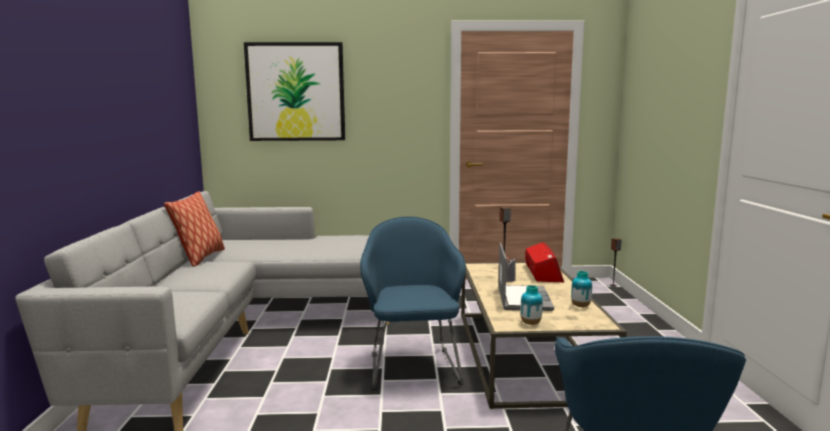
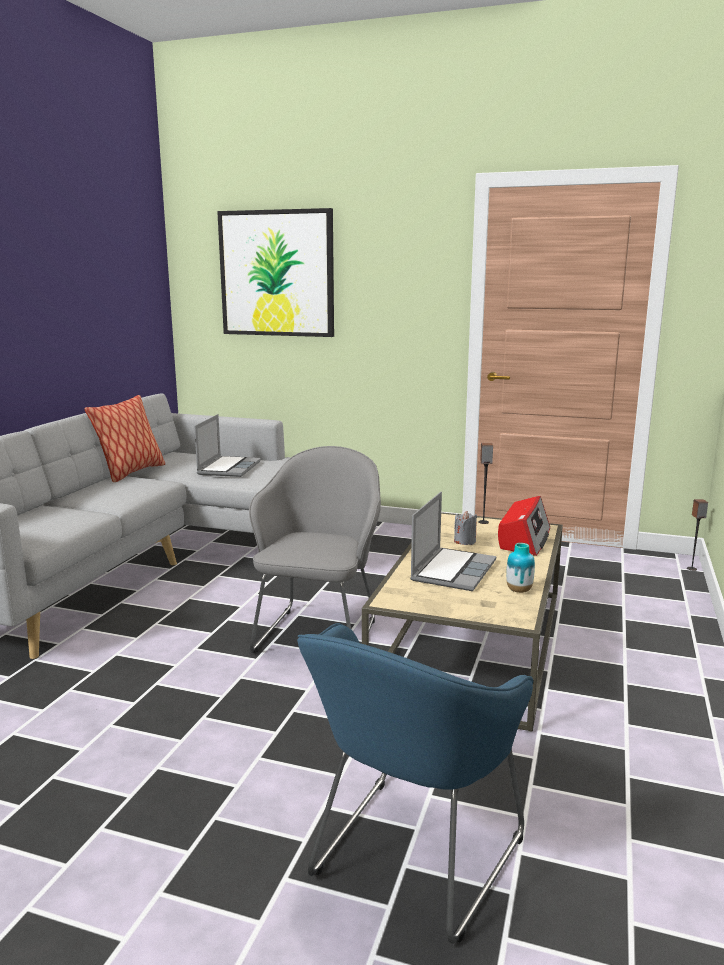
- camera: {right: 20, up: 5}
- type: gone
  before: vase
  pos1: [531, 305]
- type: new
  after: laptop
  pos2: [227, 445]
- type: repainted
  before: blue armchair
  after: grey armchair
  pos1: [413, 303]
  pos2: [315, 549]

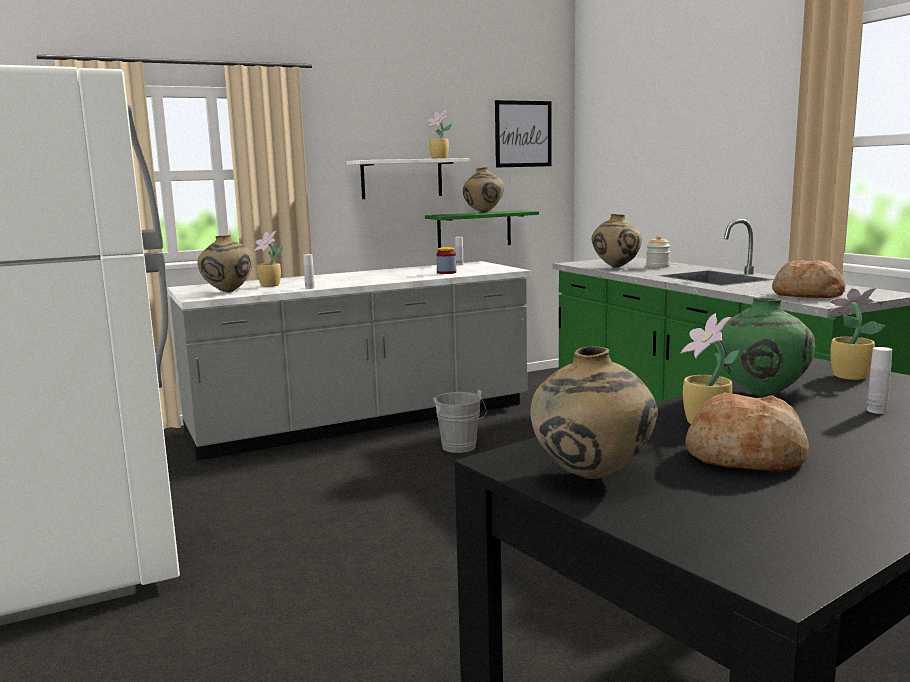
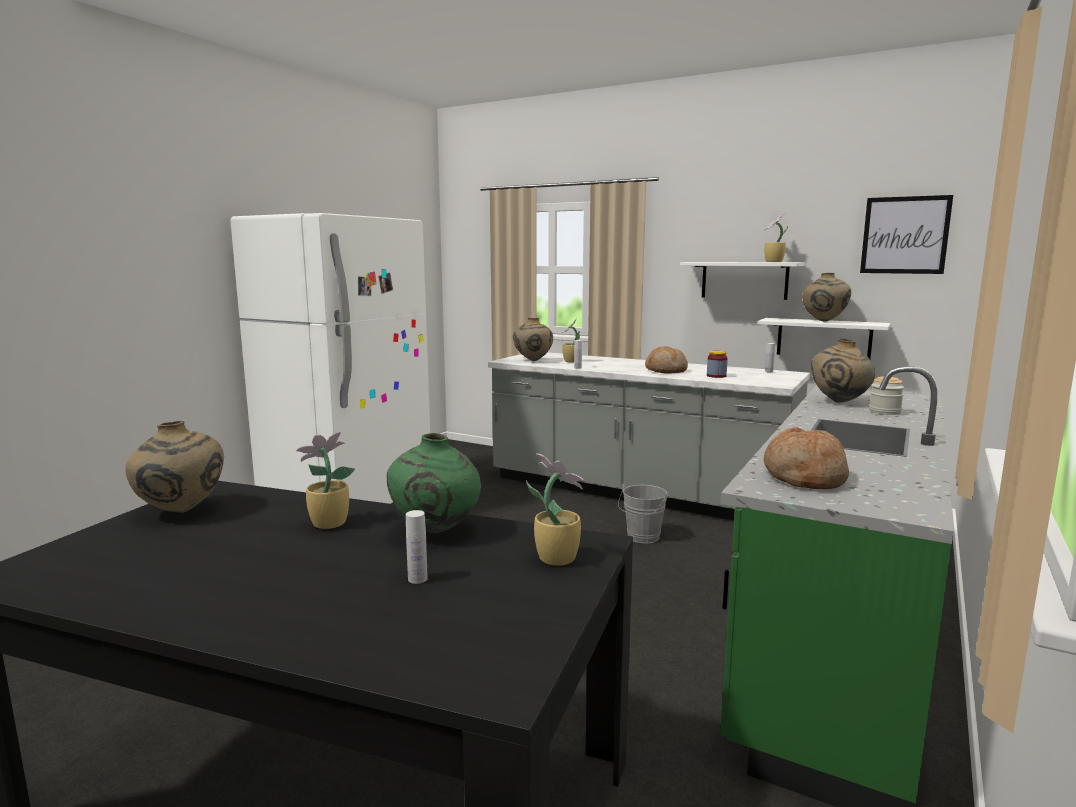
- camera: {right: 55, up: 0}
- type: shifted
  before: bread
  pos1: [747, 432]
  pos2: [666, 360]
- type: repainted
  before: green shelf
  after: white shelf
  pos1: [482, 229]
  pos2: [823, 338]

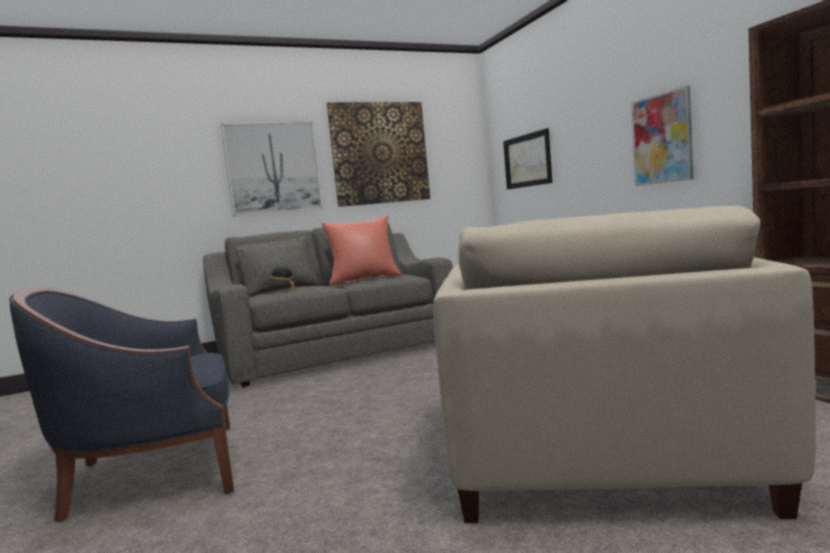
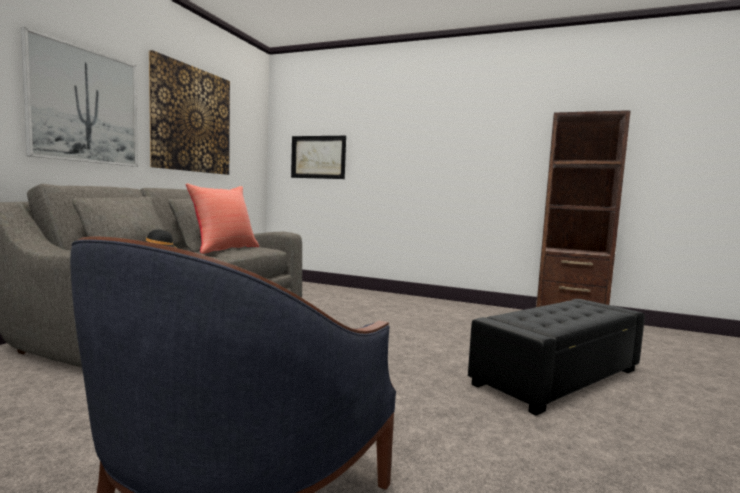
- camera: {right: -45, up: 0}
- type: gone
  before: picture
  pos1: [662, 136]
- type: swapped
  before: beige armchair
  after: black ottoman
  pos1: [624, 364]
  pos2: [556, 357]

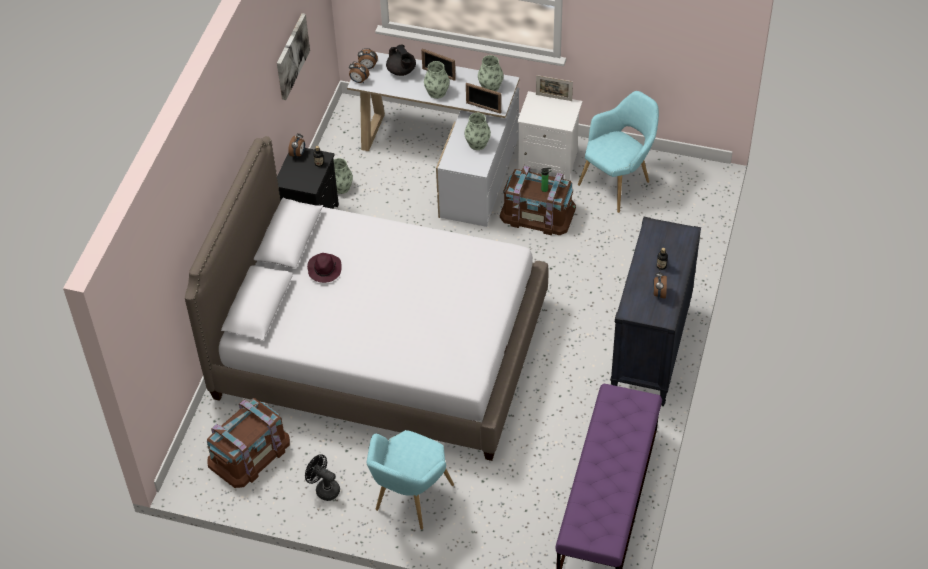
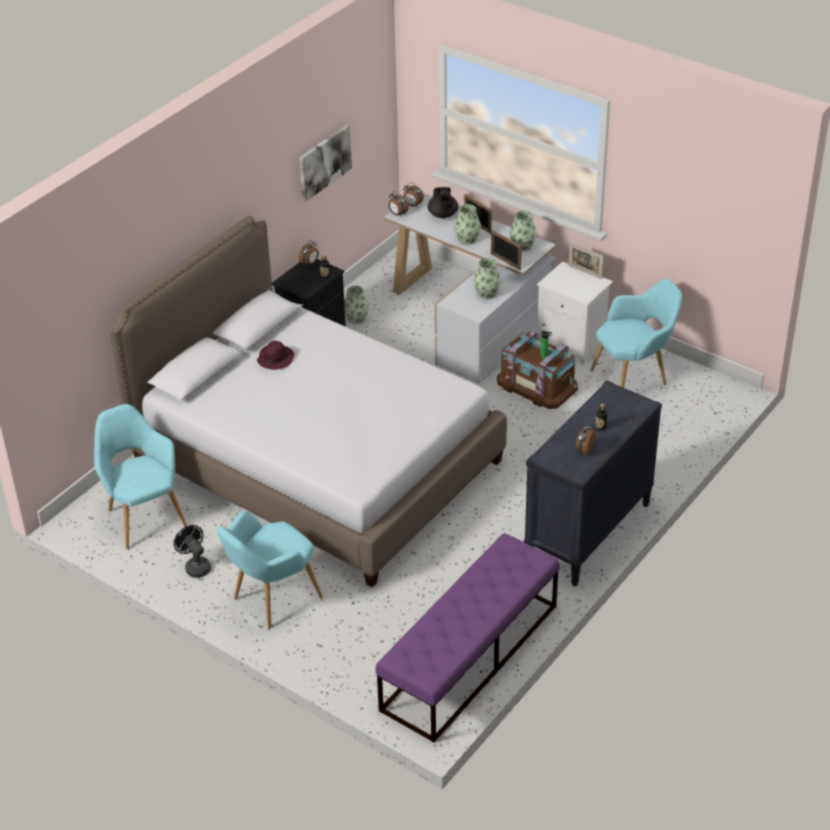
- camera: {right: 20, up: -10}
- type: swapped
  before: brown storage box
  after: turquoise armchair
  pos1: [248, 443]
  pos2: [140, 476]

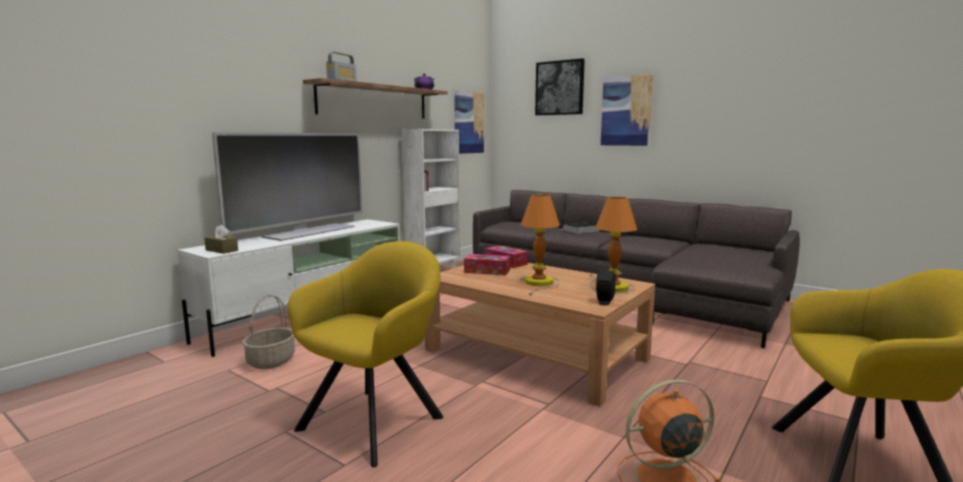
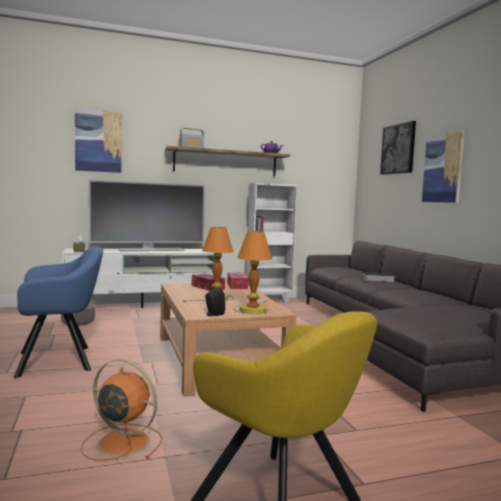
- camera: {right: 35, up: -5}
- type: shifted
  before: picture
  pos1: [469, 122]
  pos2: [99, 140]
- type: repainted
  before: yellow armchair
  after: blue armchair
  pos1: [365, 354]
  pos2: [58, 312]

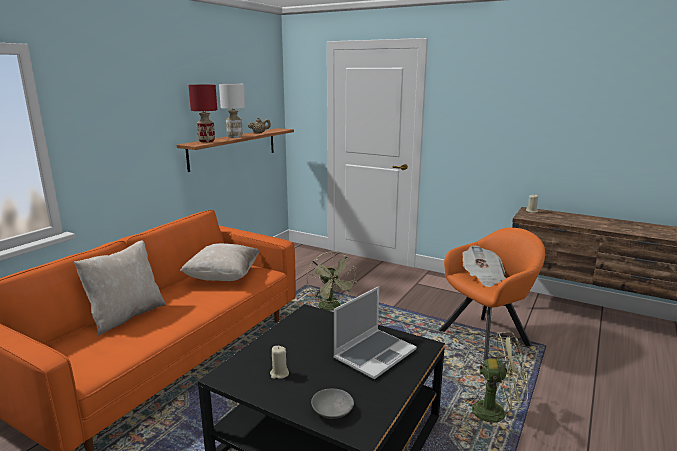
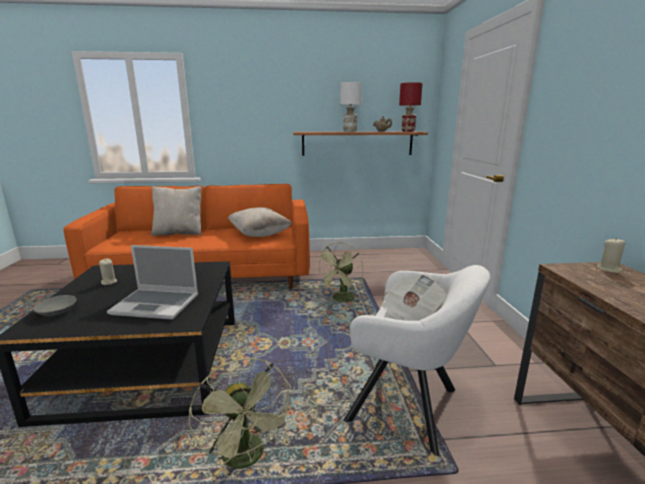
- camera: {right: 55, up: 0}
- type: shifted
  before: red table lamp
  pos1: [202, 113]
  pos2: [410, 107]
- type: repainted
  before: orange armchair
  after: white armchair
  pos1: [492, 294]
  pos2: [417, 360]

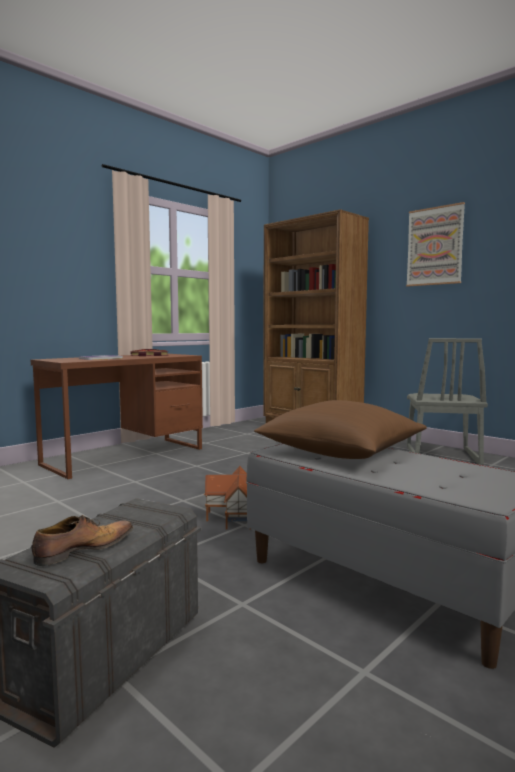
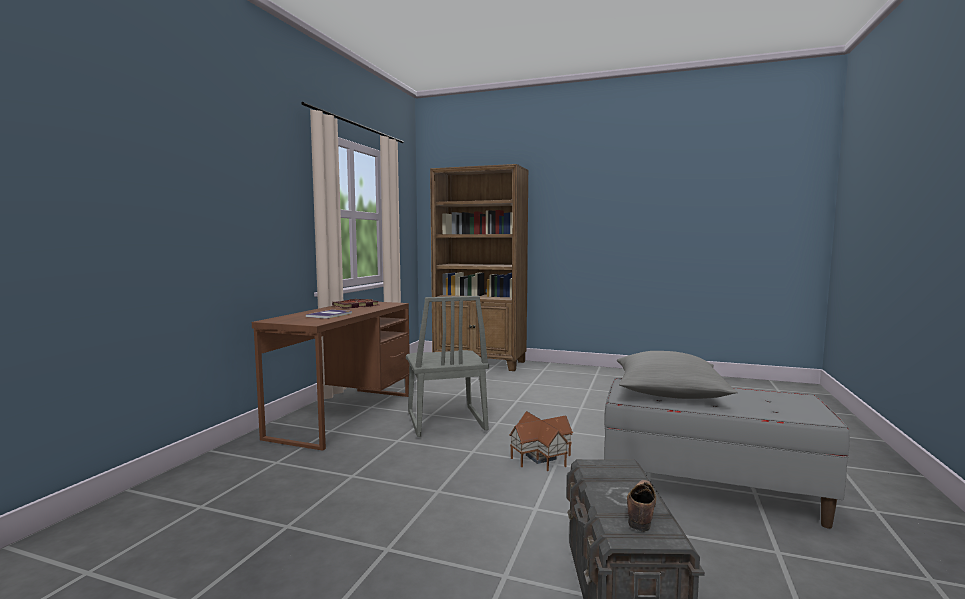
- camera: {right: -25, up: 0}
- type: gone
  before: picture
  pos1: [435, 244]
- type: shifted
  before: grey chair
  pos1: [447, 401]
  pos2: [447, 366]
- type: repainted
  before: brown pillow
  after: grey pillow
  pos1: [340, 429]
  pos2: [677, 375]

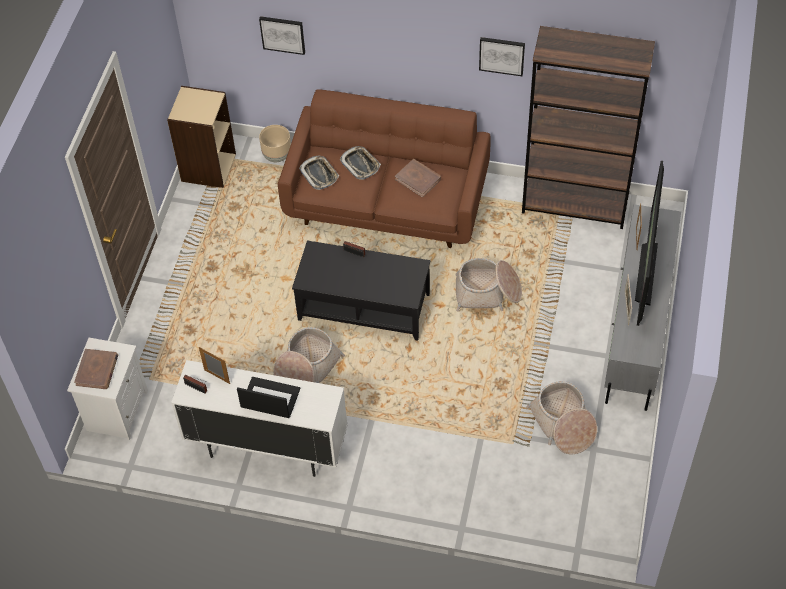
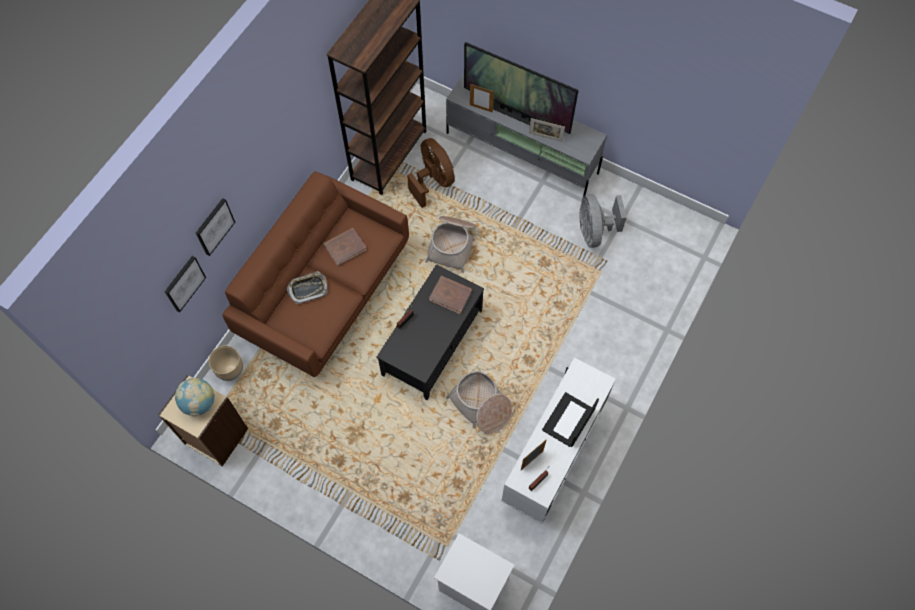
- camera: {right: -75, up: 10}
- type: gone
  before: tray
  pos1: [319, 173]
- type: new
  after: globe
  pos2: [195, 397]
- type: new
  after: brown fan
  pos2: [431, 173]
- type: shifted
  before: brown book
  pos1: [96, 369]
  pos2: [450, 295]
- type: shifted
  before: picture
  pos1: [502, 56]
  pos2: [215, 227]
- type: swapped
  before: basket
  after: grey fan
  pos1: [561, 417]
  pos2: [603, 221]

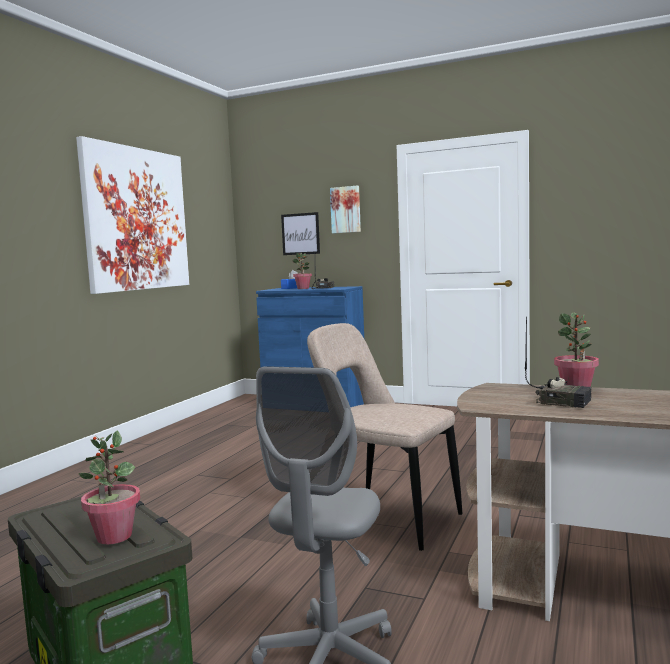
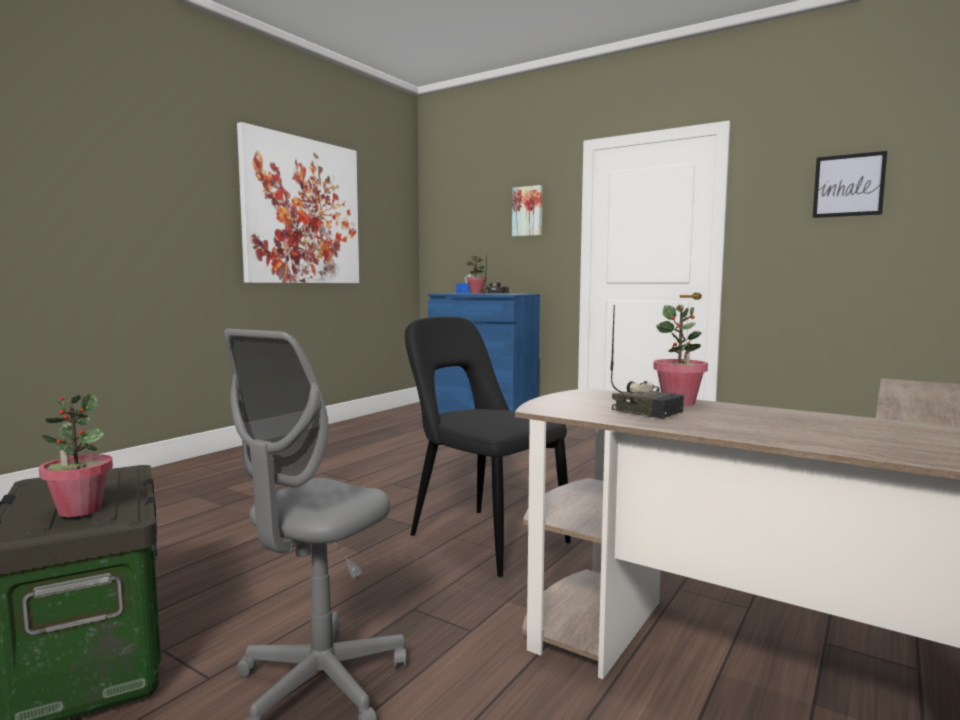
- camera: {right: 10, up: 0}
- type: shifted
  before: picture
  pos1: [300, 233]
  pos2: [850, 184]
- type: repainted
  before: beige chair
  after: black chair
  pos1: [385, 437]
  pos2: [488, 447]

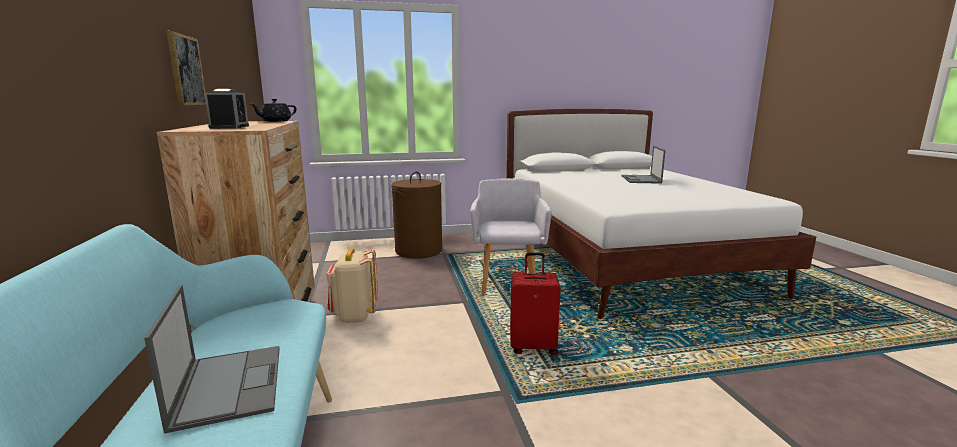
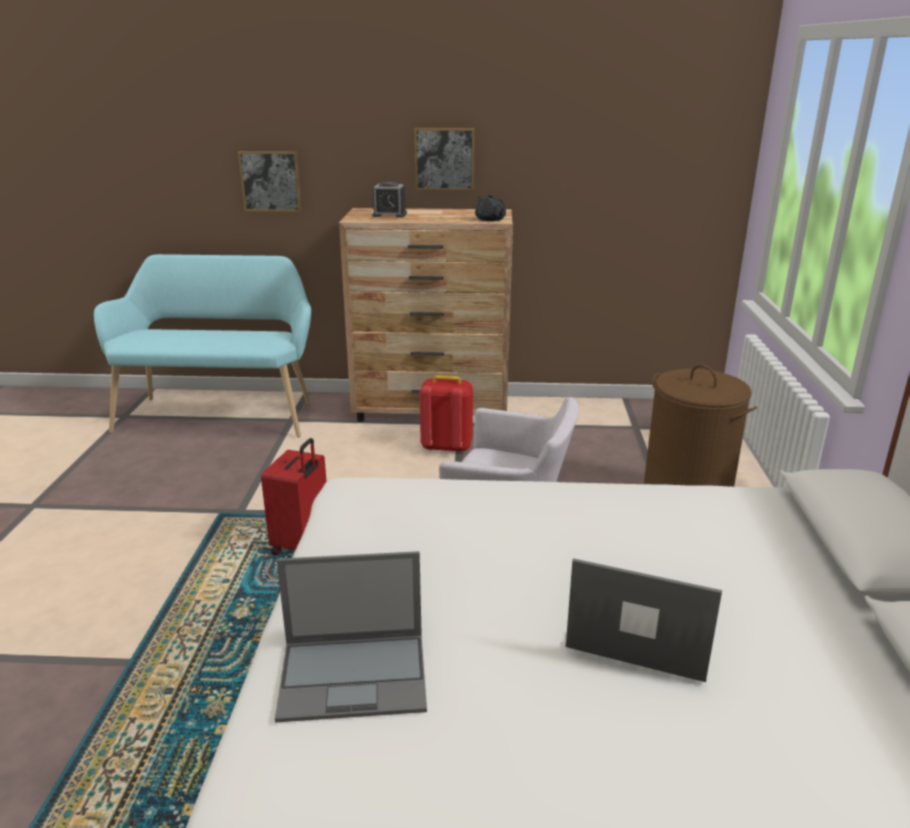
- camera: {right: 105, up: 10}
- type: new
  after: picture
  pos2: [270, 181]
- type: shifted
  before: laptop
  pos1: [212, 359]
  pos2: [351, 636]
- type: repainted
  before: beige backpack
  after: red backpack
  pos1: [352, 285]
  pos2: [446, 413]

